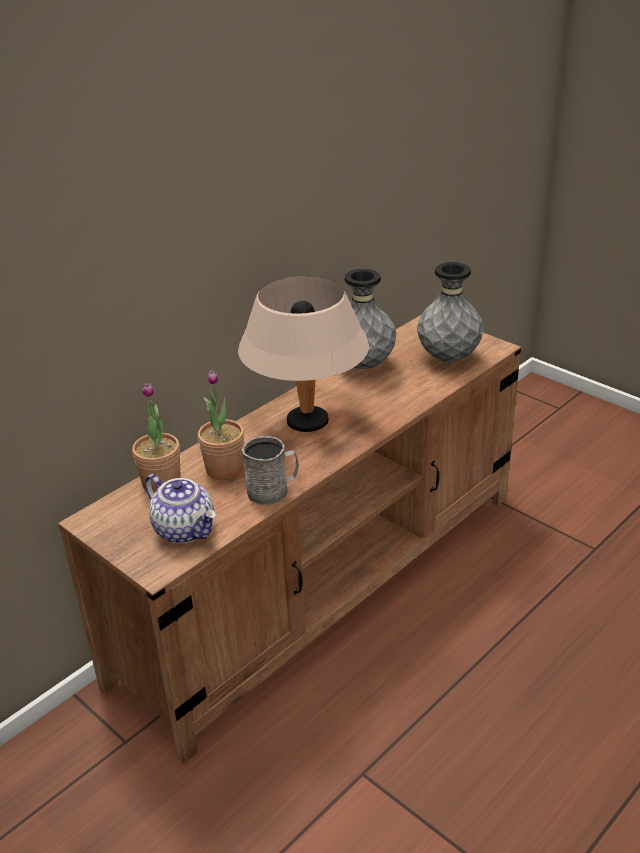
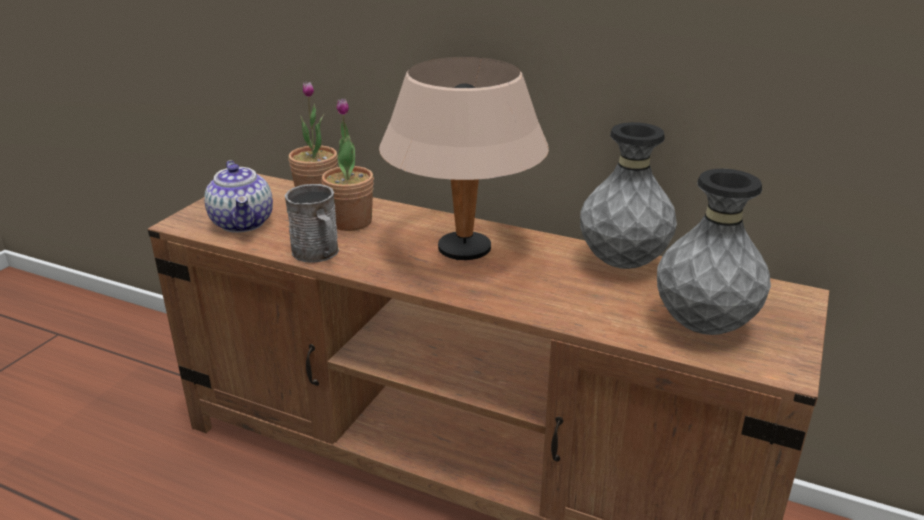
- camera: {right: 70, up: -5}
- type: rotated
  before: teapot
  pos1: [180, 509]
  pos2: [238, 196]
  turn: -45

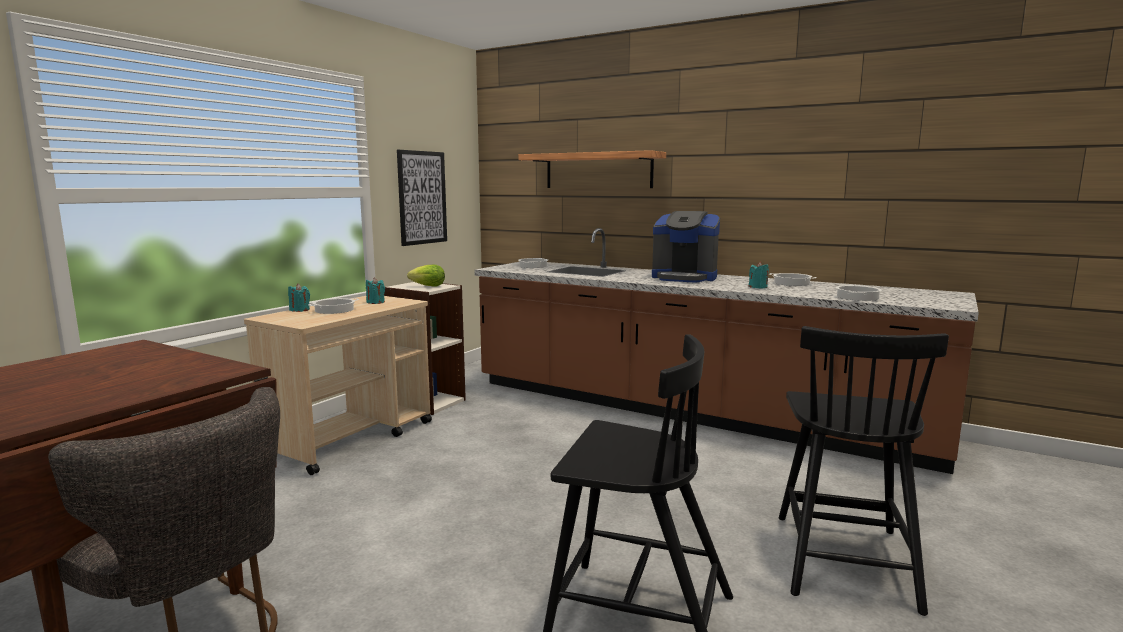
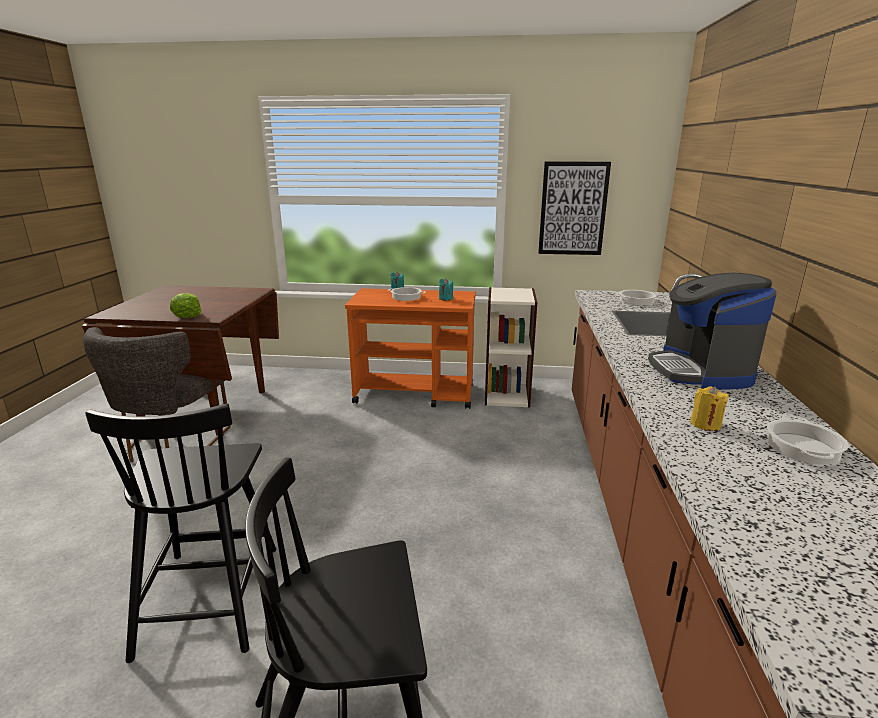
- camera: {right: 65, up: 10}
- type: gone
  before: shelf
  pos1: [592, 169]
- type: gone
  before: cooking pot
  pos1: [859, 293]
- type: shifted
  before: lettuce
  pos1: [426, 276]
  pos2: [185, 305]
- type: repainted
  before: beige cart
  after: orange cart
  pos1: [338, 385]
  pos2: [410, 348]
- type: repainted
  before: turquoise candle
  after: yellow candle
  pos1: [759, 275]
  pos2: [709, 408]

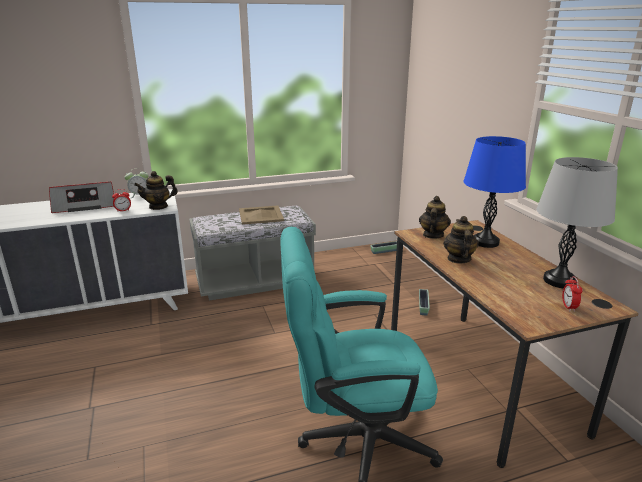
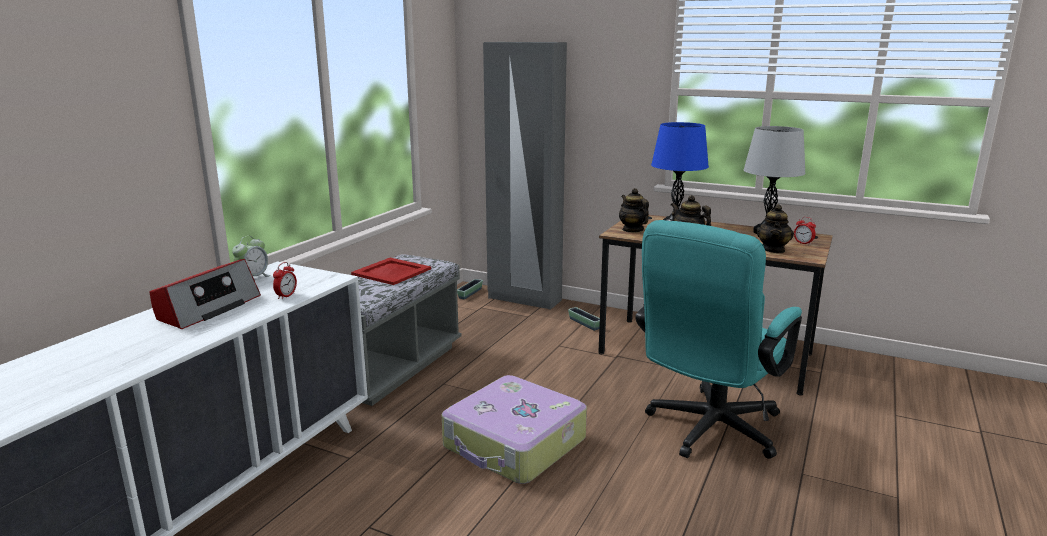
- camera: {right: -45, up: -5}
- type: new
  after: suitcase
  pos2: [514, 429]
- type: new
  after: grey wardrobe
  pos2: [525, 176]
- type: shifted
  before: teapot
  pos1: [156, 190]
  pos2: [775, 228]
- type: repainted
  before: beige tray
  after: red tray
  pos1: [261, 215]
  pos2: [391, 271]

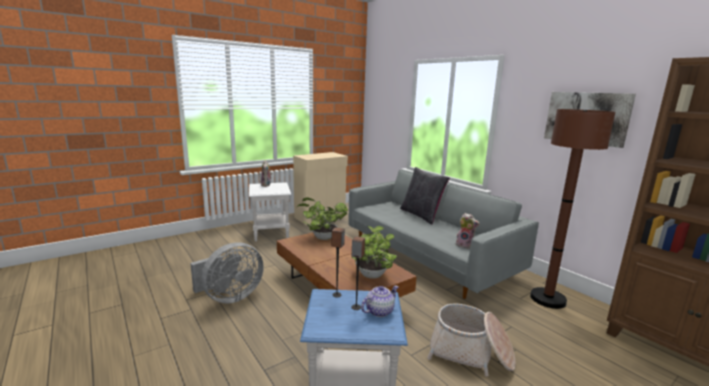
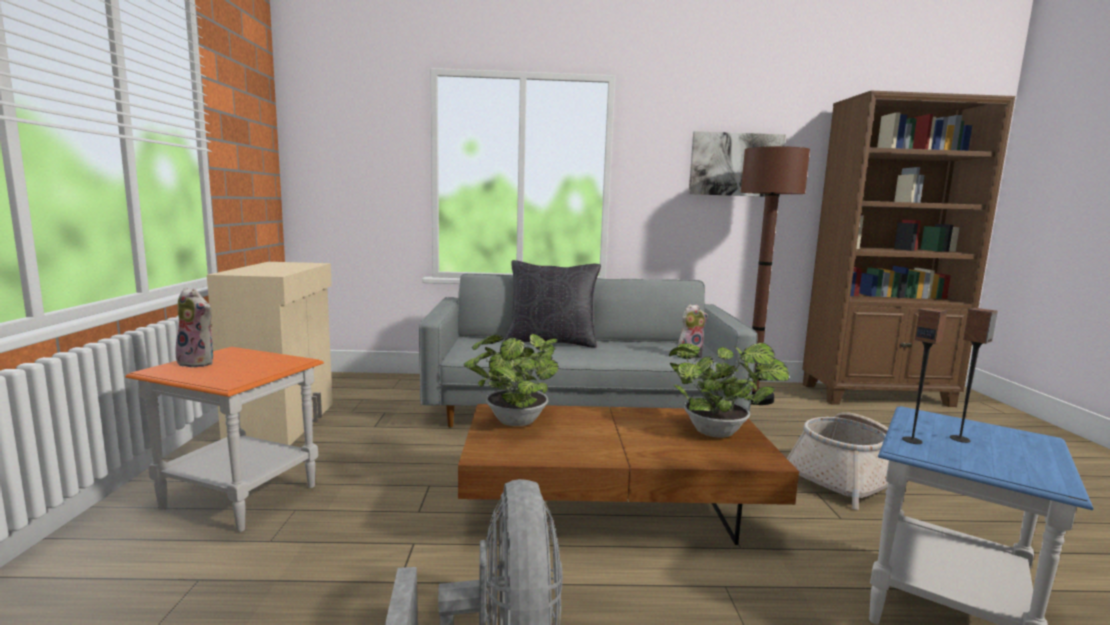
- camera: {right: -55, up: -5}
- type: gone
  before: teapot
  pos1: [380, 301]
- type: repainted
  before: white side table
  after: orange side table
  pos1: [270, 212]
  pos2: [224, 439]

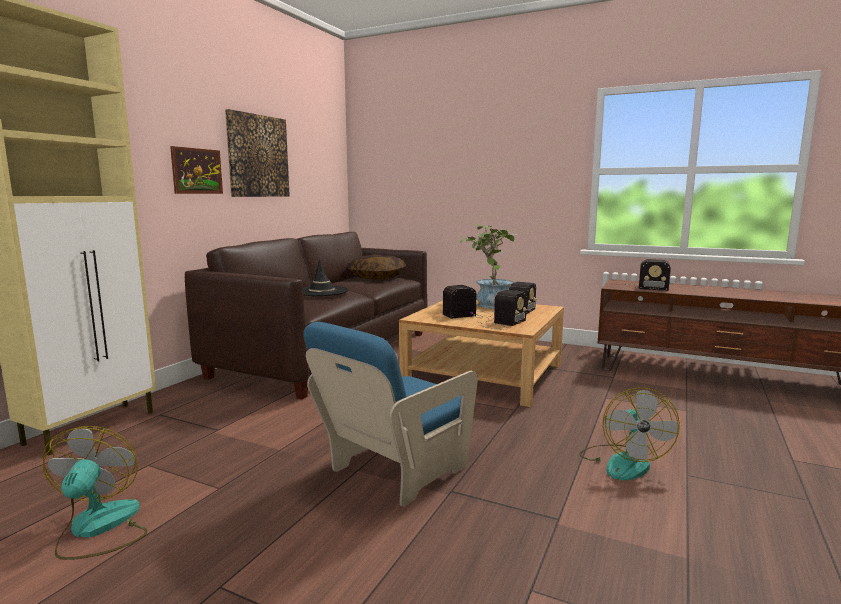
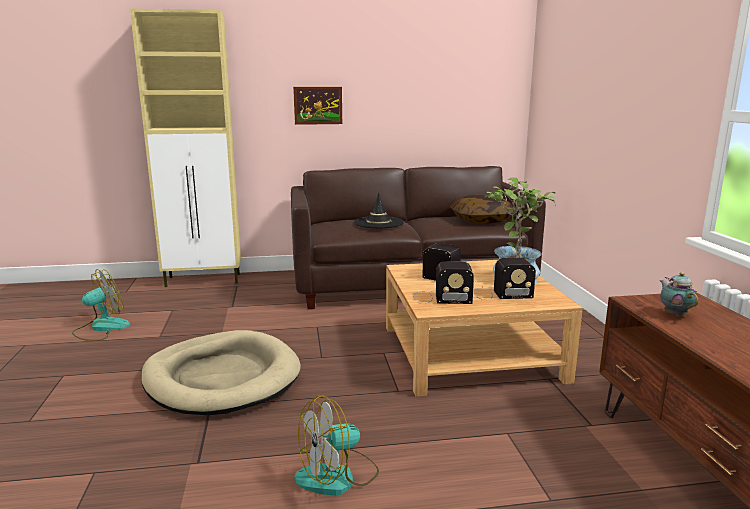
- camera: {right: 55, up: 5}
- type: gone
  before: picture
  pos1: [257, 153]
- type: swapped
  before: blue armchair
  after: beige dog bed
  pos1: [390, 414]
  pos2: [221, 372]
- type: swapped
  before: radio
  after: teapot
  pos1: [645, 275]
  pos2: [679, 294]

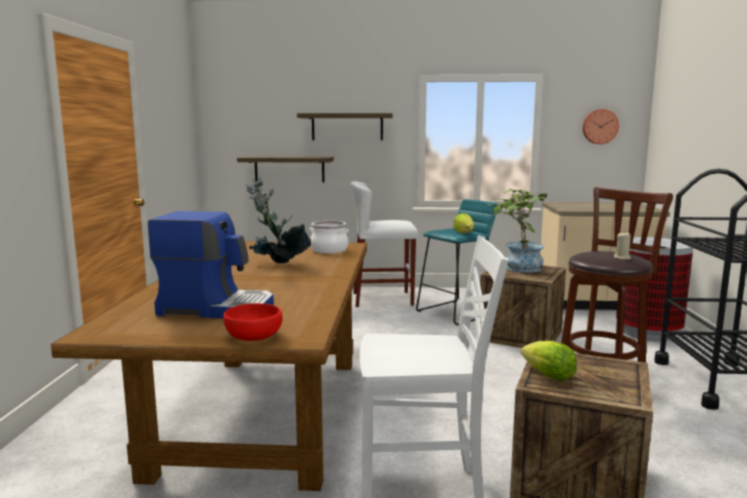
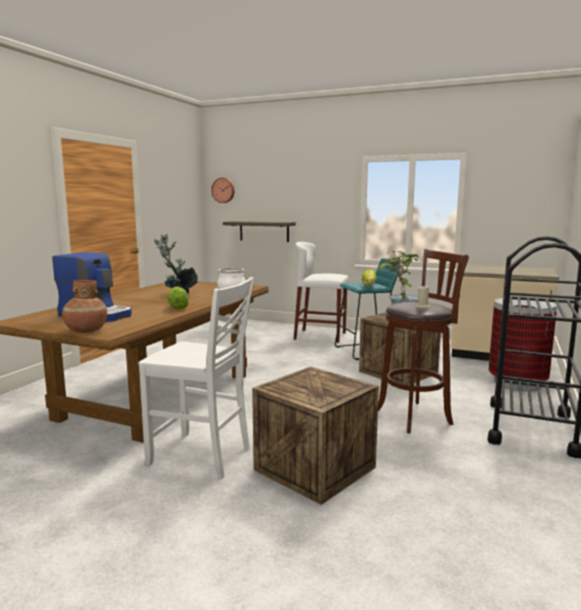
- camera: {right: 20, up: 0}
- type: gone
  before: shelf
  pos1: [345, 126]
- type: shifted
  before: lettuce
  pos1: [549, 361]
  pos2: [178, 298]
- type: shifted
  before: wall clock
  pos1: [601, 126]
  pos2: [223, 190]
- type: swapped
  before: red bowl
  after: brown vase
  pos1: [253, 322]
  pos2: [84, 306]

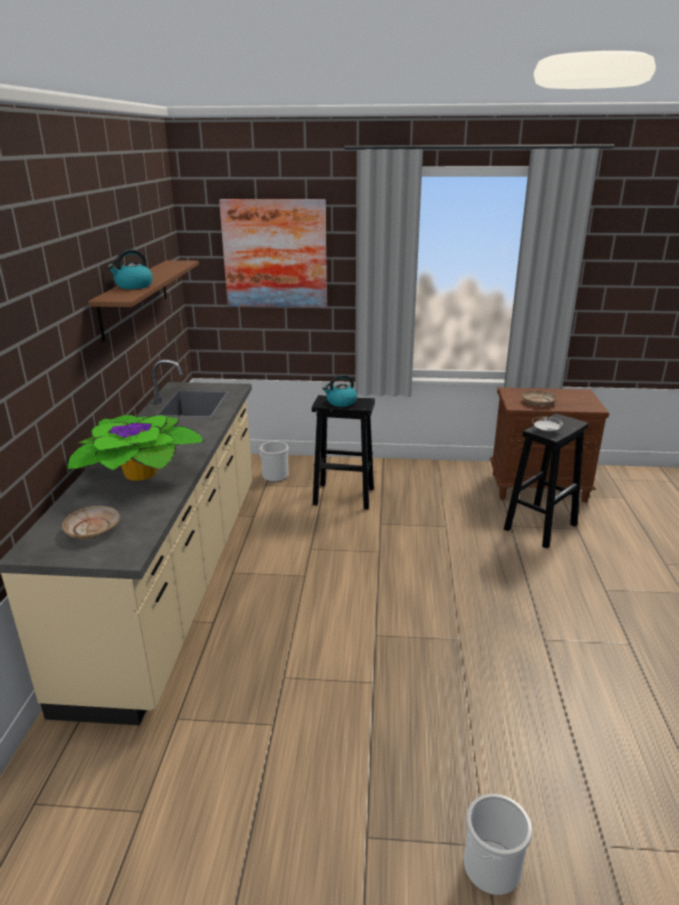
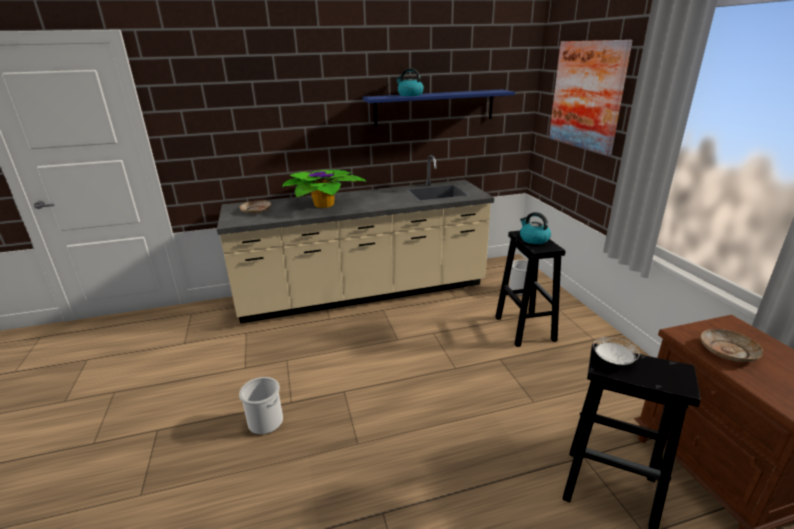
- camera: {right: 70, up: 0}
- type: shifted
  before: bucket
  pos1: [498, 844]
  pos2: [261, 406]
- type: repainted
  before: brown shelf
  after: blue shelf
  pos1: [143, 301]
  pos2: [439, 108]

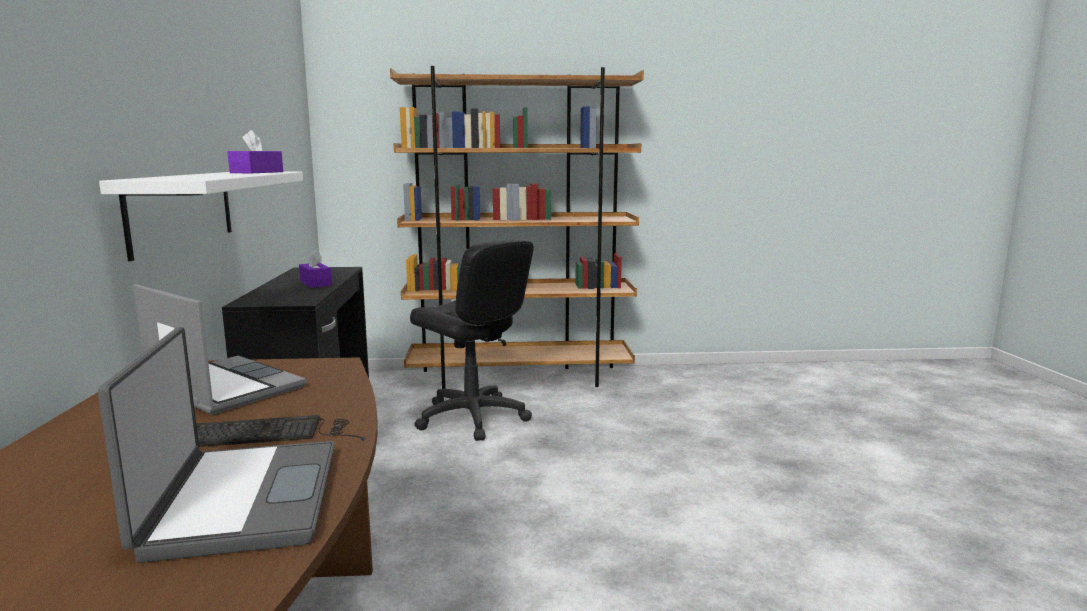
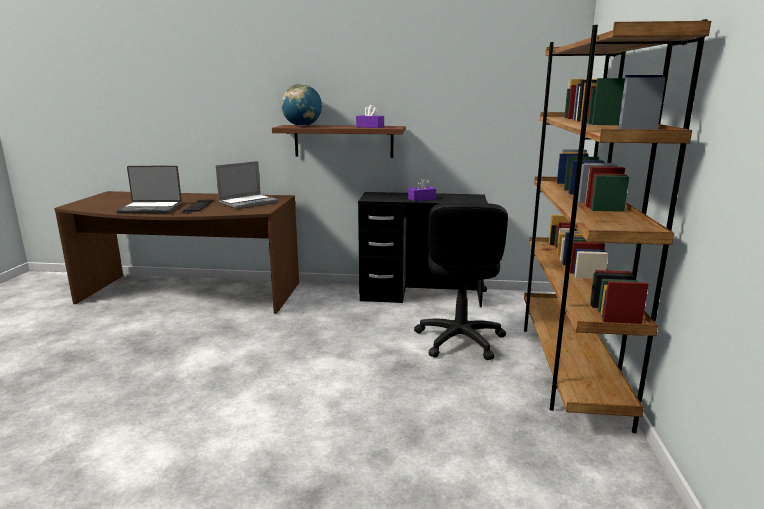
- camera: {right: 100, up: 5}
- type: new
  after: globe
  pos2: [301, 105]
- type: repainted
  before: white shelf
  after: brown shelf
  pos1: [201, 216]
  pos2: [338, 141]
- type: rotated
  before: black office chair
  pos1: [472, 340]
  pos2: [461, 281]
  turn: -45

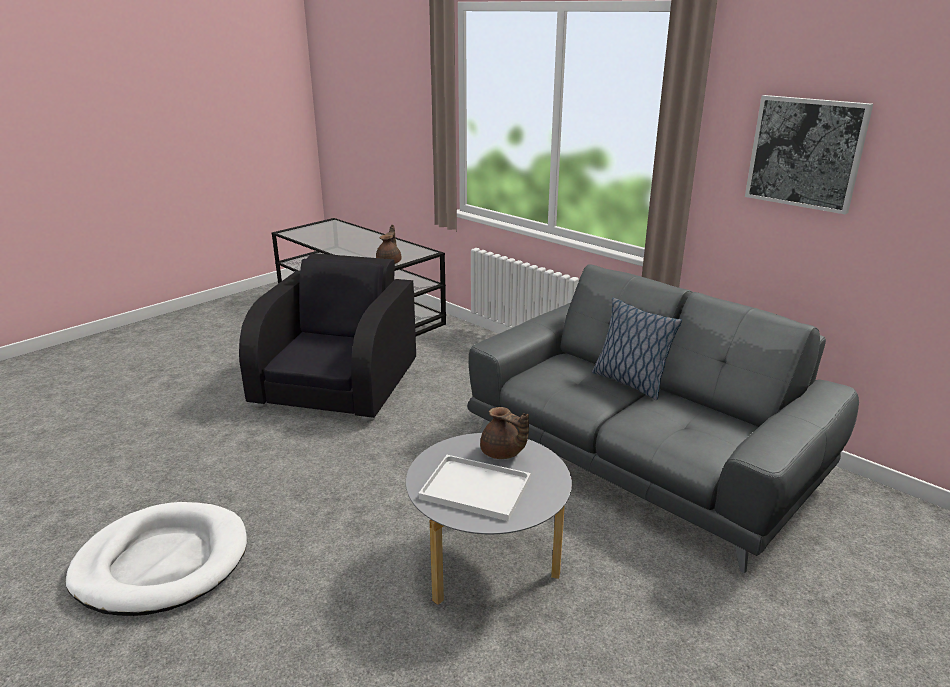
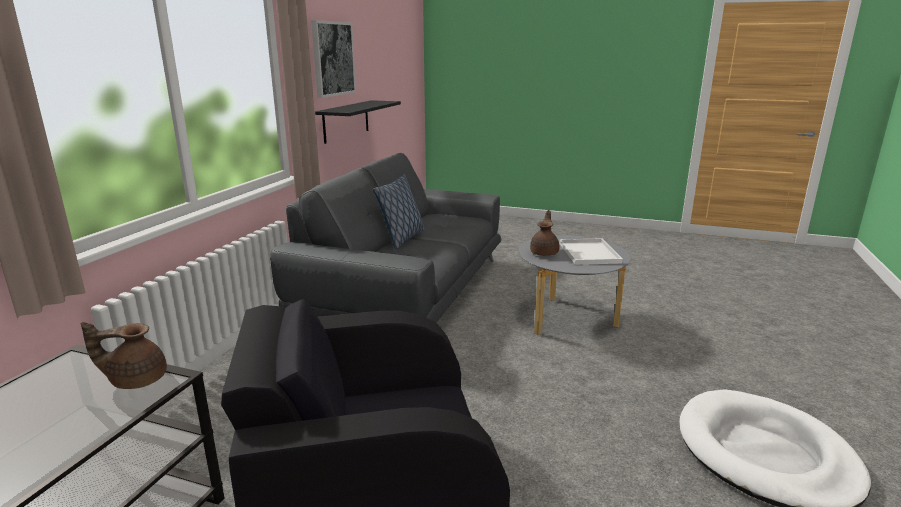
- camera: {right: -115, up: -5}
- type: new
  after: black shelf
  pos2: [358, 122]

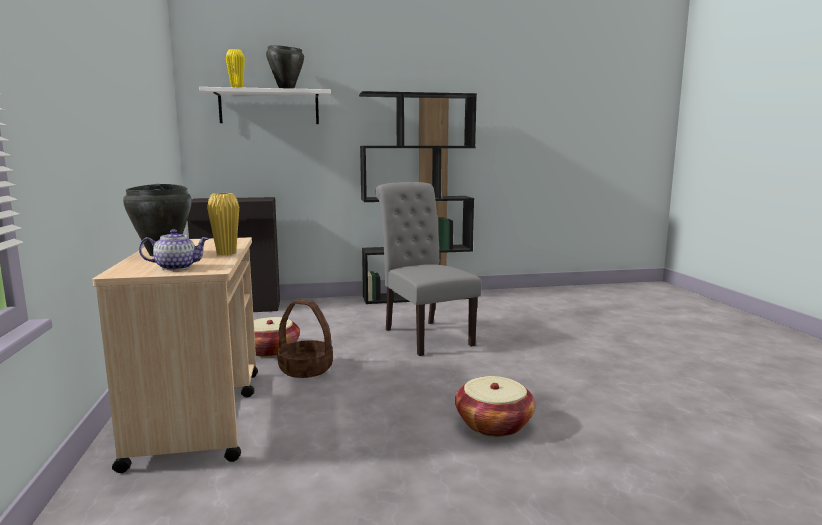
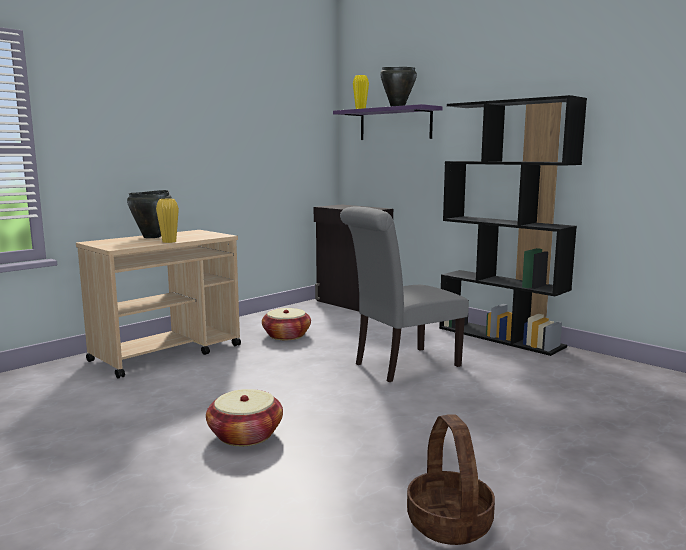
- camera: {right: 55, up: 0}
- type: gone
  before: teapot
  pos1: [174, 249]
- type: shifted
  before: basket
  pos1: [305, 339]
  pos2: [451, 480]
- type: repainted
  before: white shelf
  after: purple shelf
  pos1: [265, 105]
  pos2: [388, 122]
- type: rotated
  before: grey chair
  pos1: [429, 269]
  pos2: [404, 294]
  turn: -150

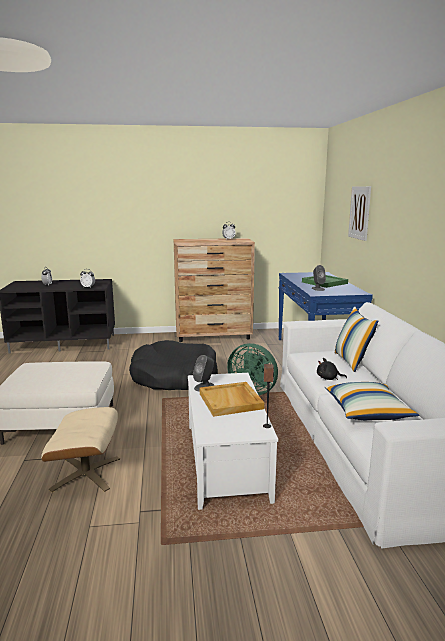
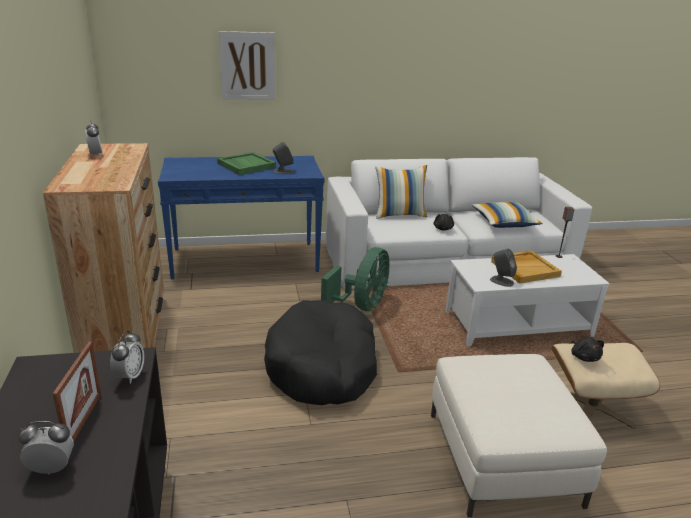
- camera: {right: -95, up: 10}
- type: new
  after: picture frame
  pos2: [77, 392]
- type: new
  after: black plush toy
  pos2: [587, 349]

